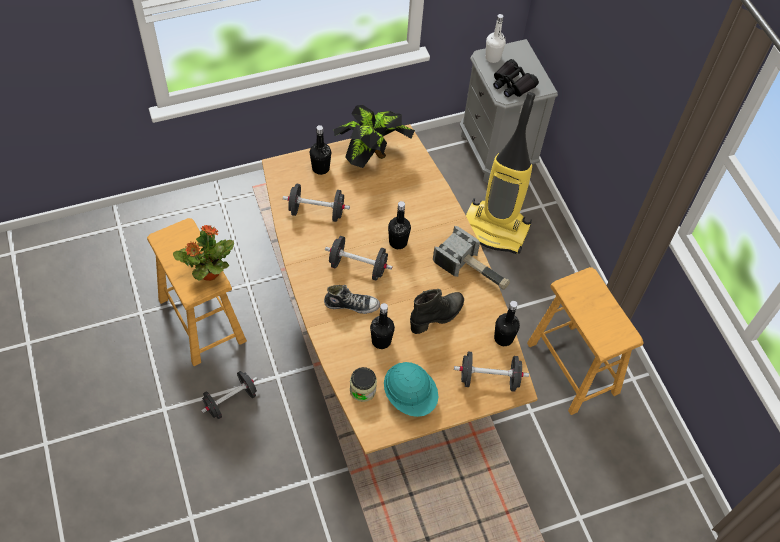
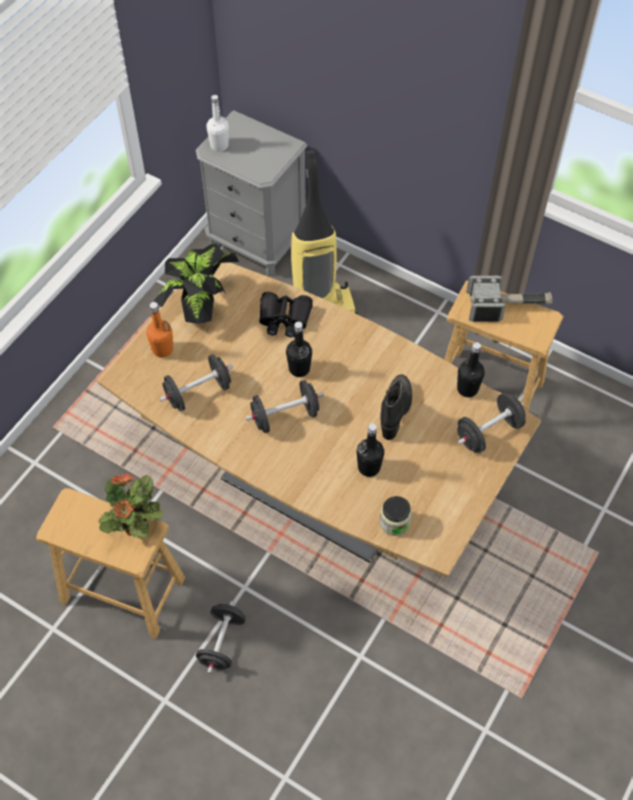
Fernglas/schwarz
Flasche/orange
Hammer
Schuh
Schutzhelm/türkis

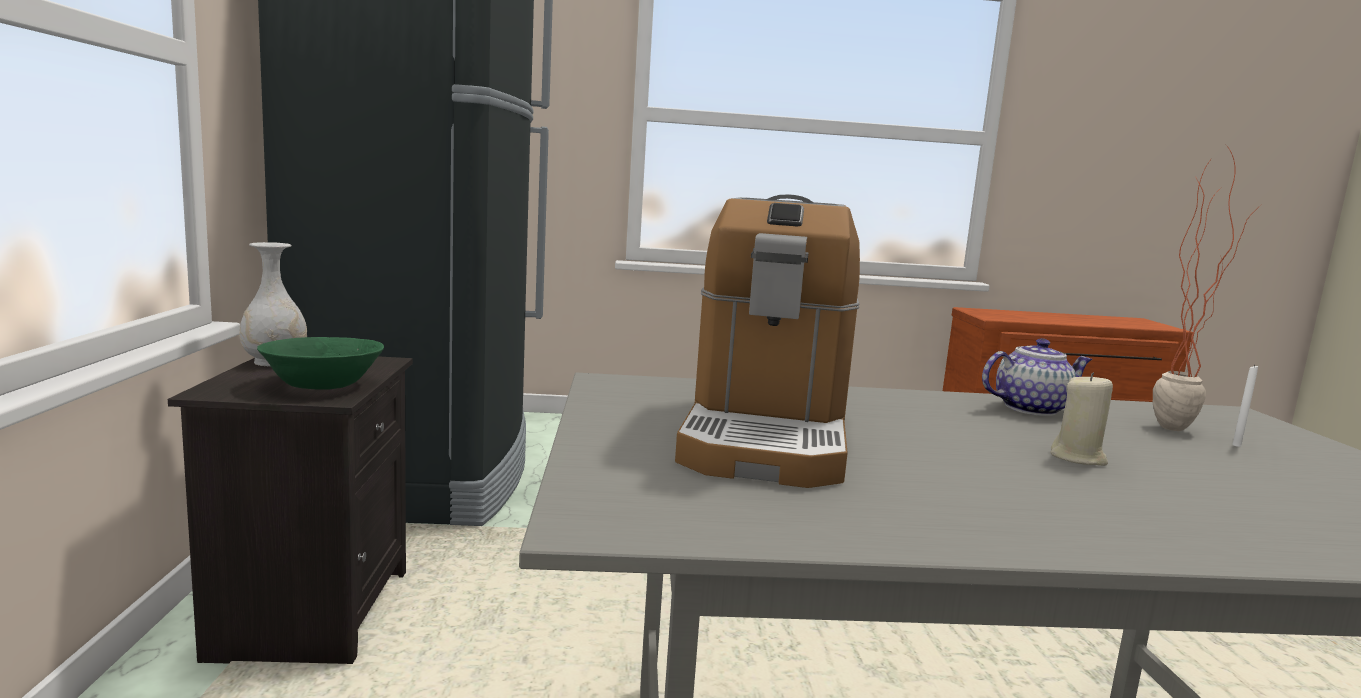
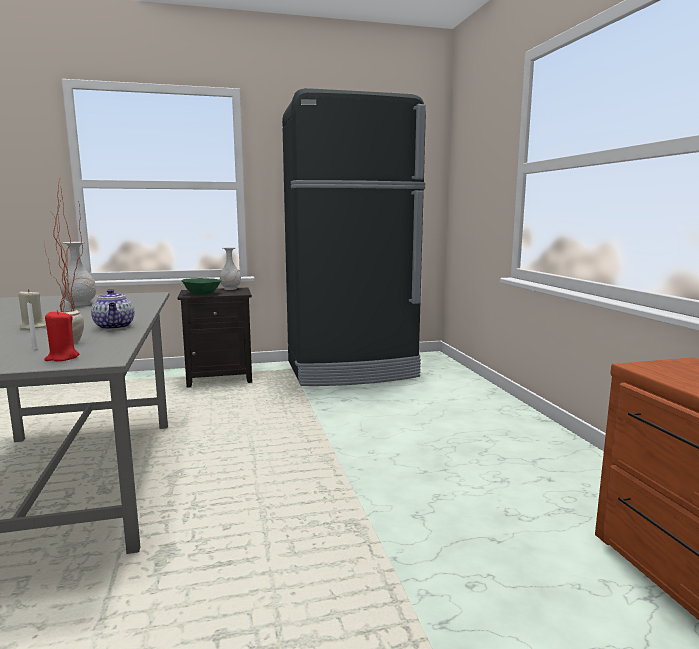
Vase/weiß (no. 1 from left)
Kerze/rot

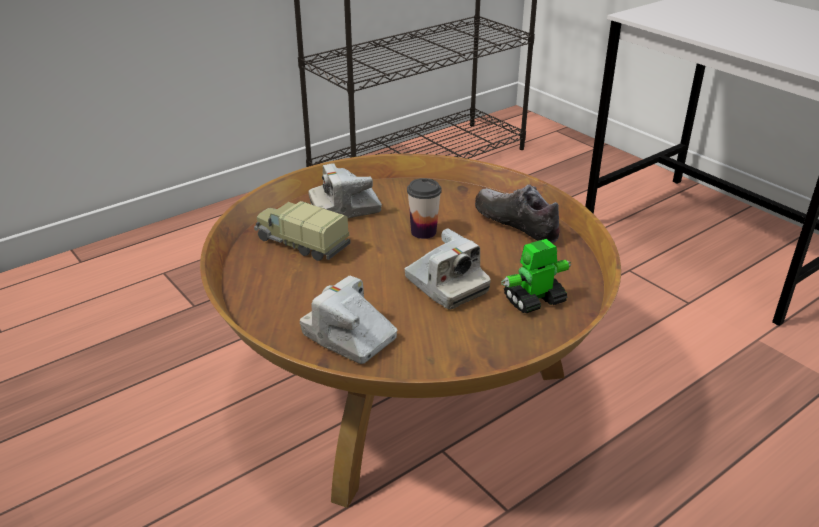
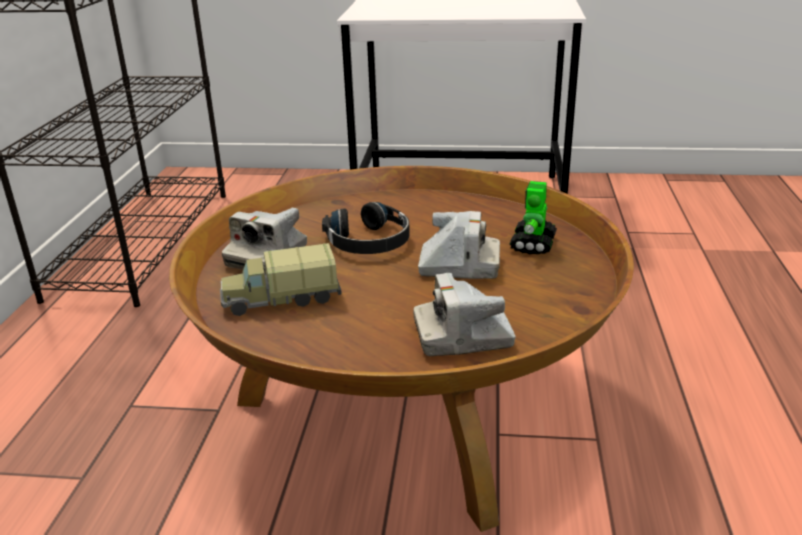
Kopfhörer/schwarz
Schuh

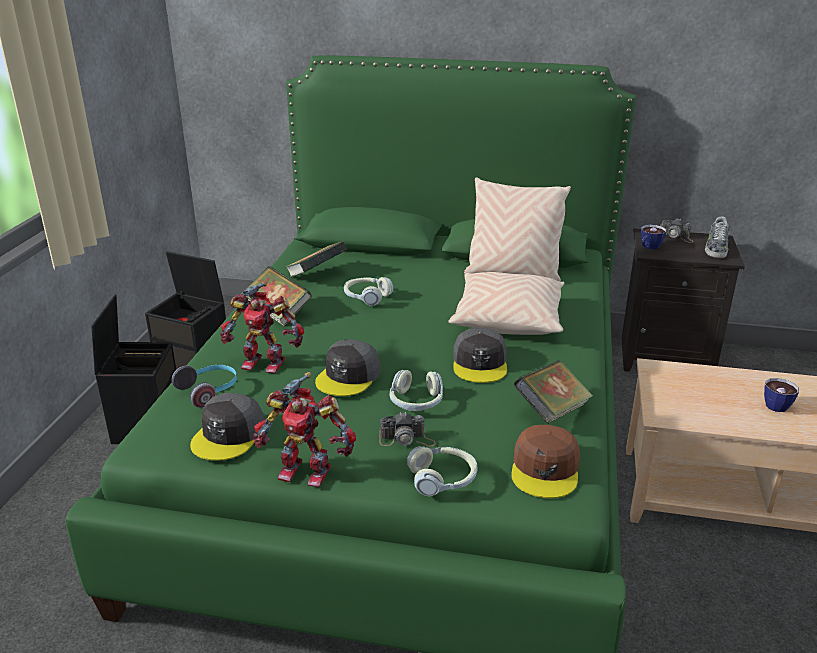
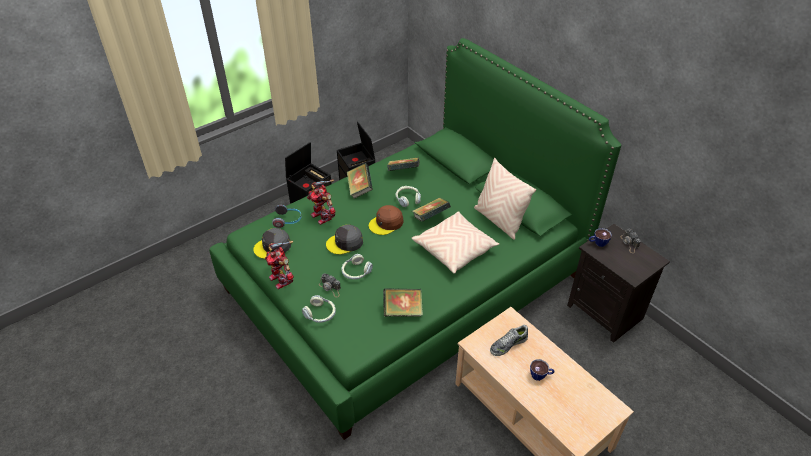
Schuh
Kappe/grau (no. 3 from left in the first image)
Kappe/braun
Buch (no. 4 from left)

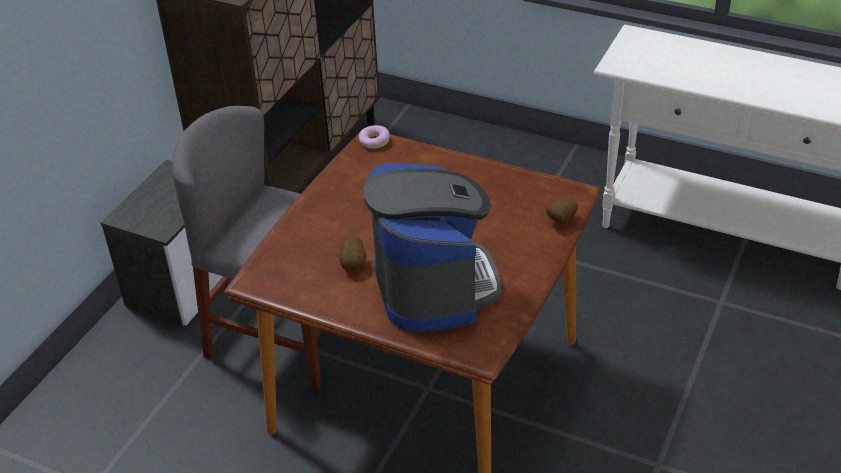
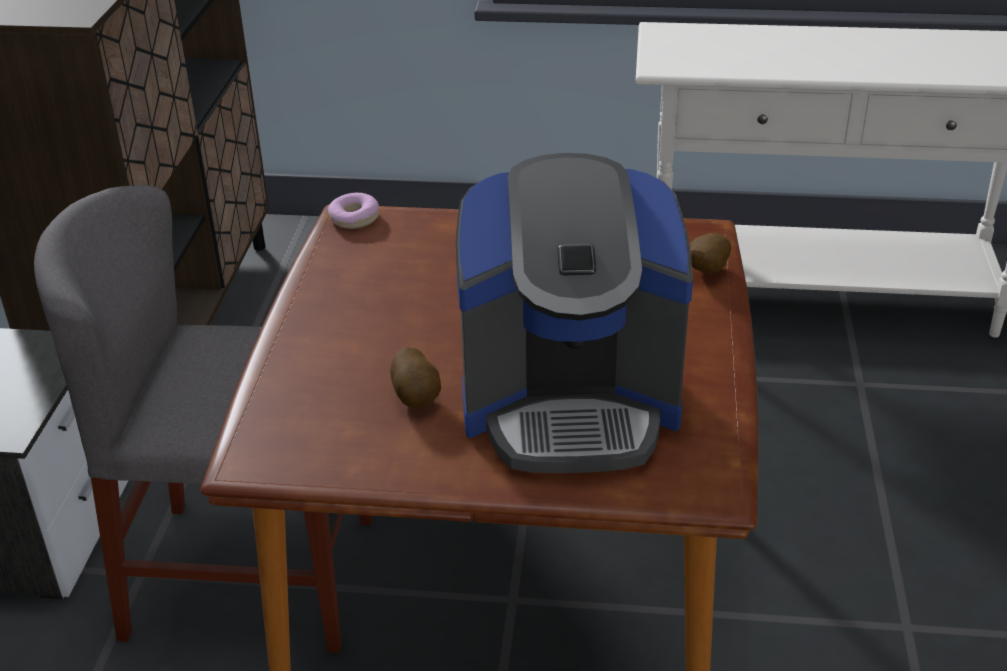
Kaffeemaschine

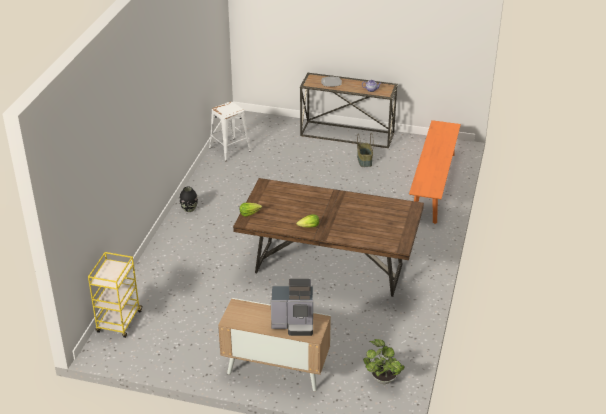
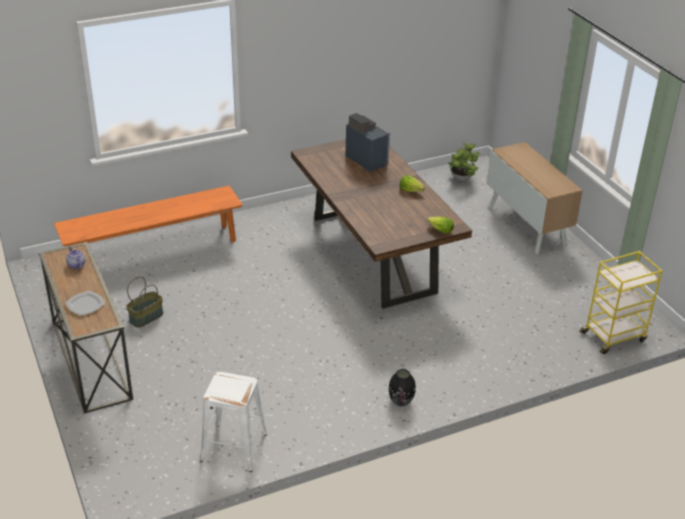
Kaffeemaschine

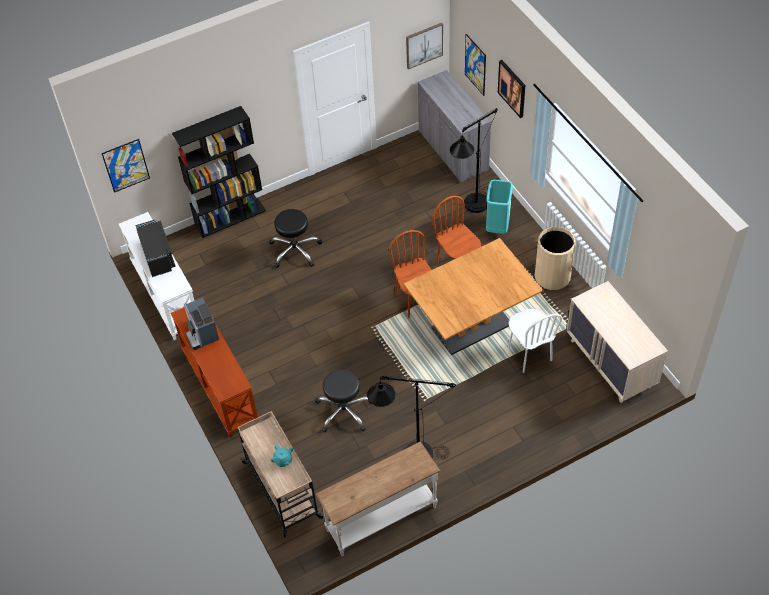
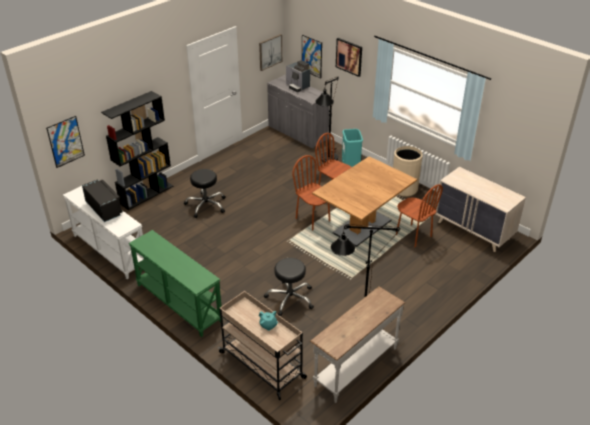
Kaffeemaschine
Konsolentisch/grün
Stuhl/braun (no. 3 from left)

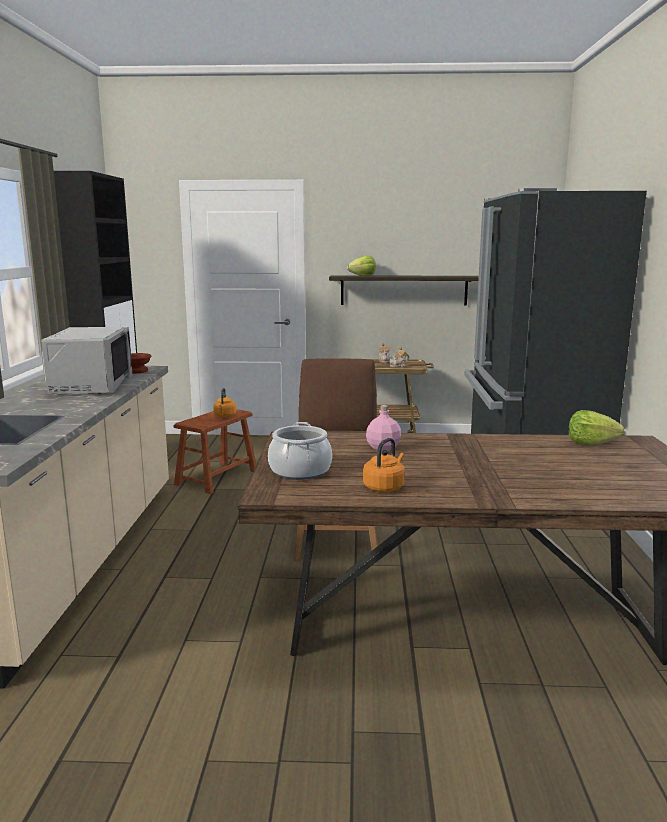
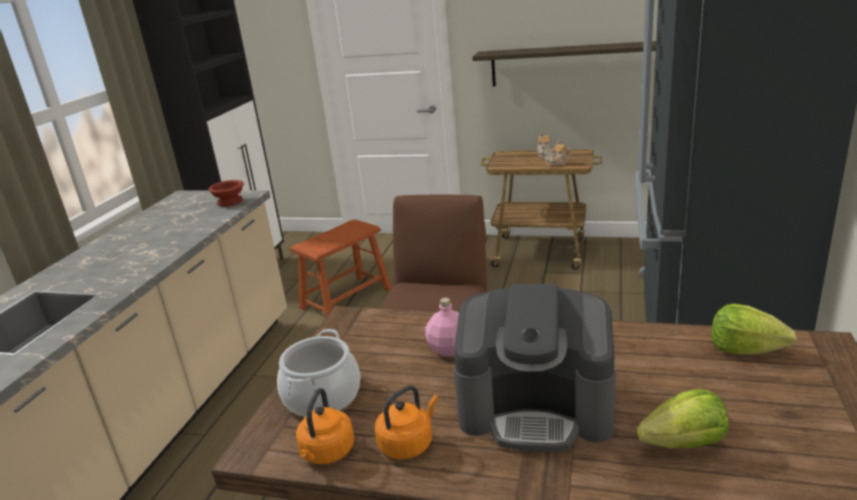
Salatkopf (no. 1 from left)
Mikrowelle/grau
Wasserkessel/orange (no. 1 from left)
Kaffeemaschine

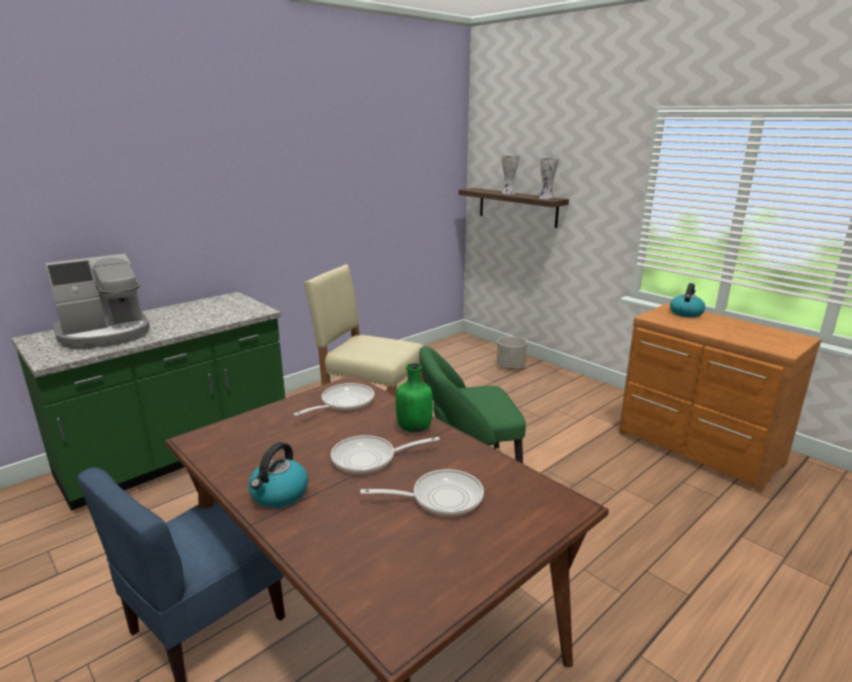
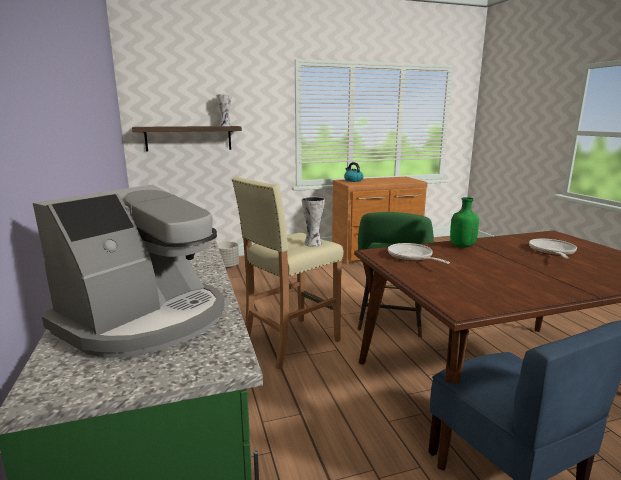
Vase (no. 2 from left)
Kaffeemaschine
Pfanne (no. 2 from left in the first image)
Wasserkessel (no. 1 from left in the first image)

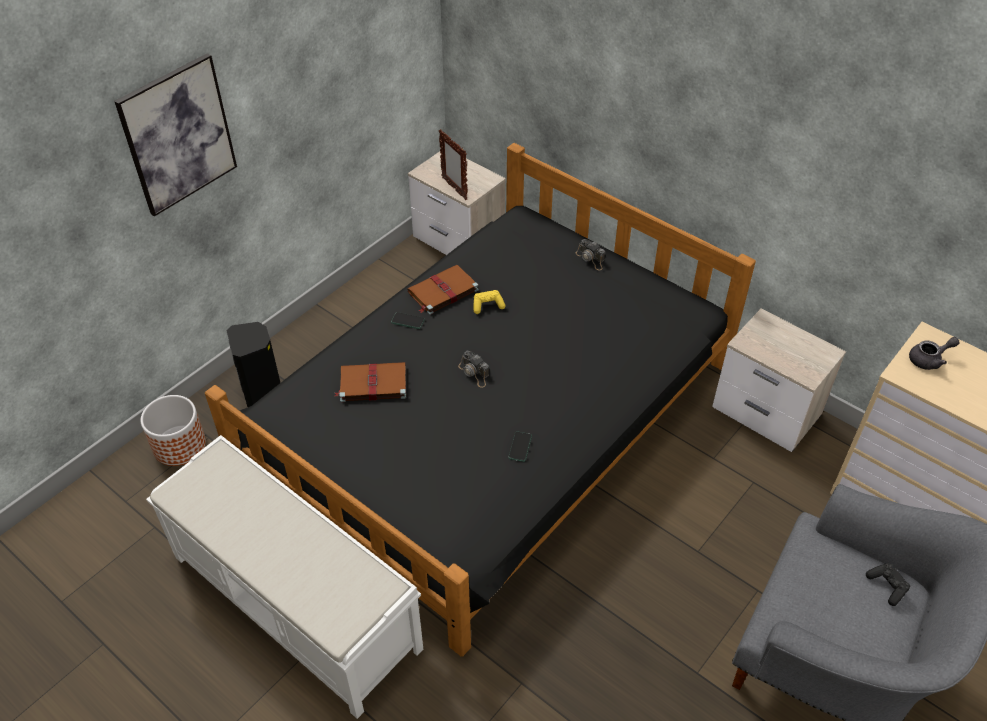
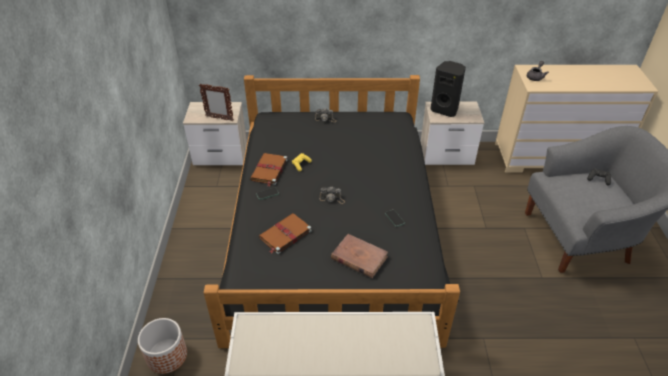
Bild
Lautsprecher/schwarz
Buch/braun (no. 3 from left)

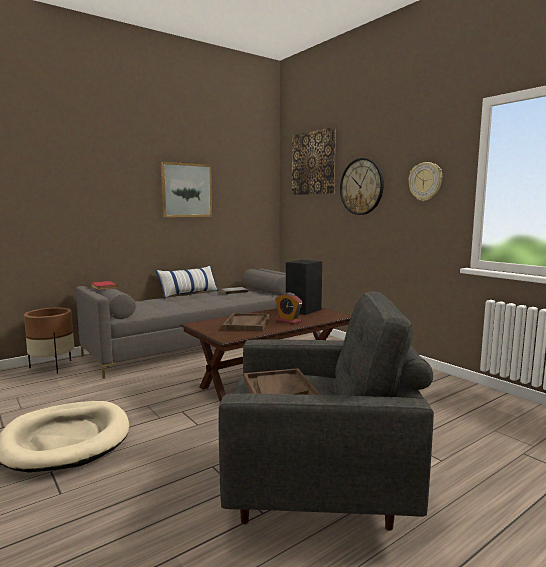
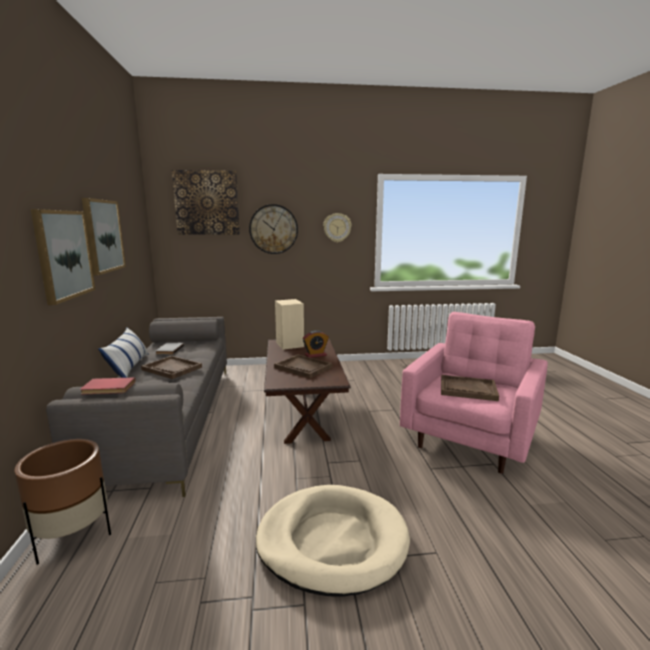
Lautsprecher/beige
Sessel/rosa
Bild (no. 1 from left)
Tablett/braun (no. 1 from left)

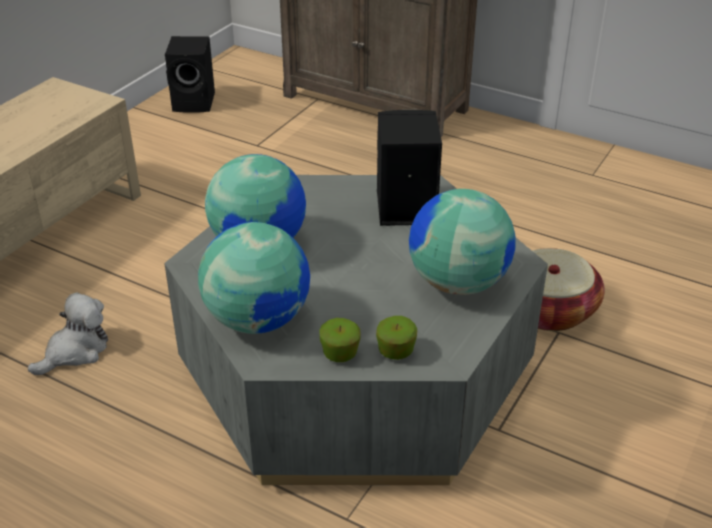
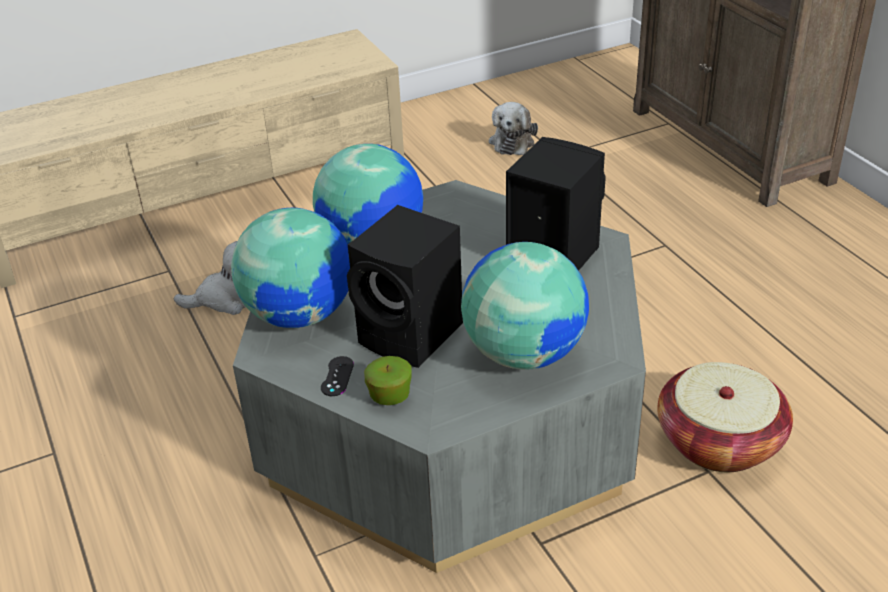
Lautsprecher/schwarz (no. 1 from left)
Gamepad/schwarz
Plüschtier (no. 2 from left)

